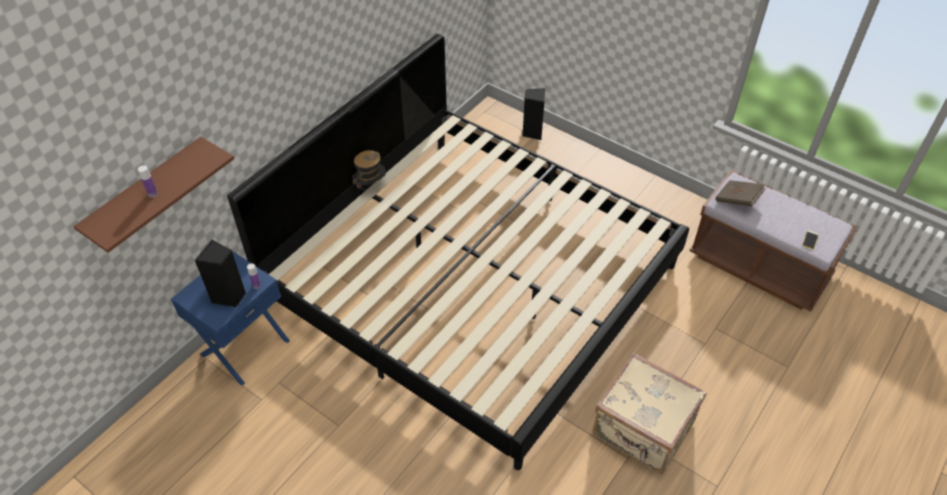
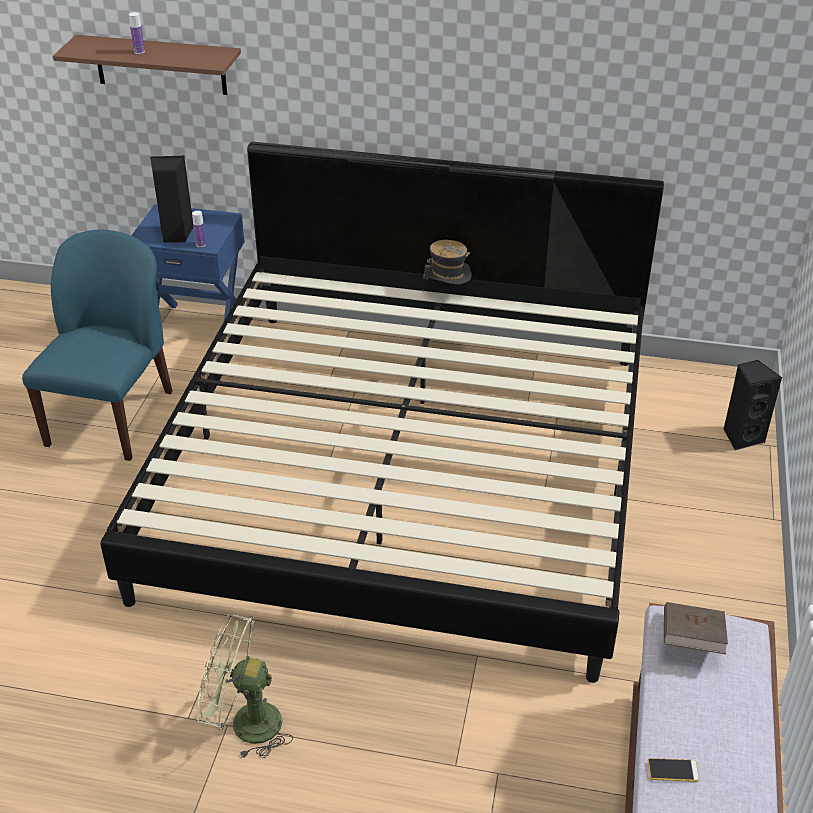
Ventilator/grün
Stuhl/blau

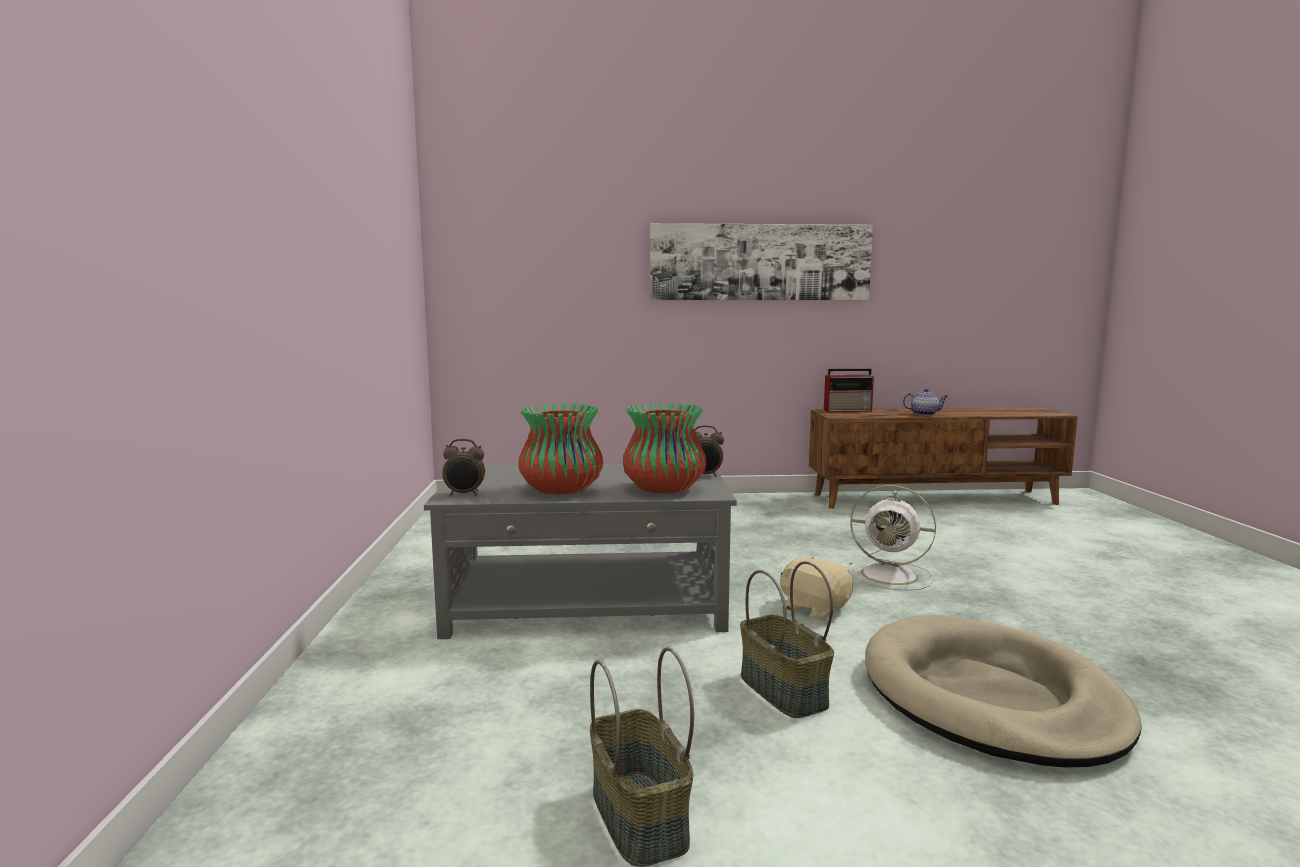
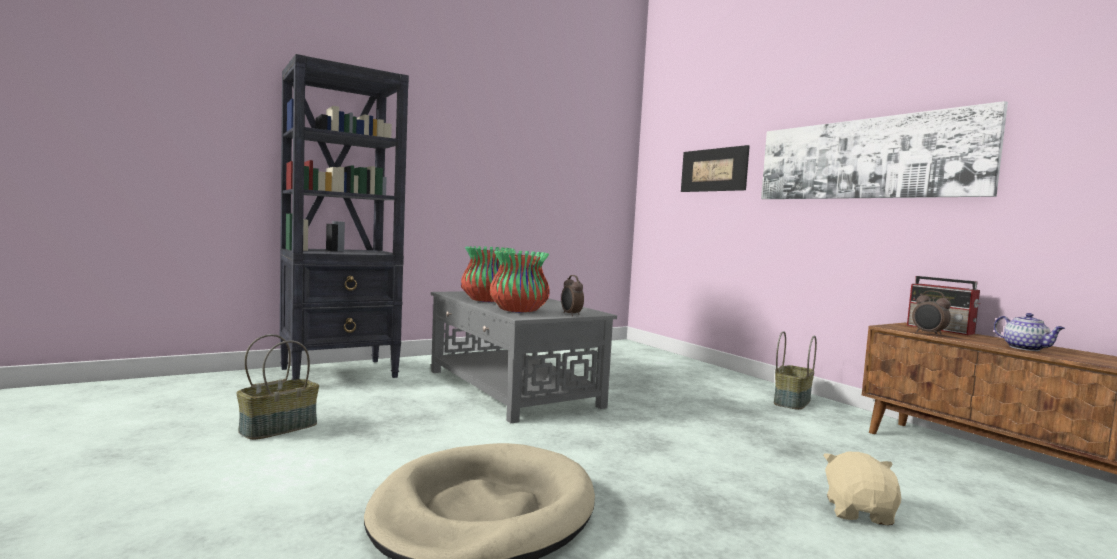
Wecker (no. 2 from left)
Ventilator/weiß
Plüschtier/beige
Korb (no. 2 from left)
Bücherregal/schwarz
Bild (no. 1 from left)

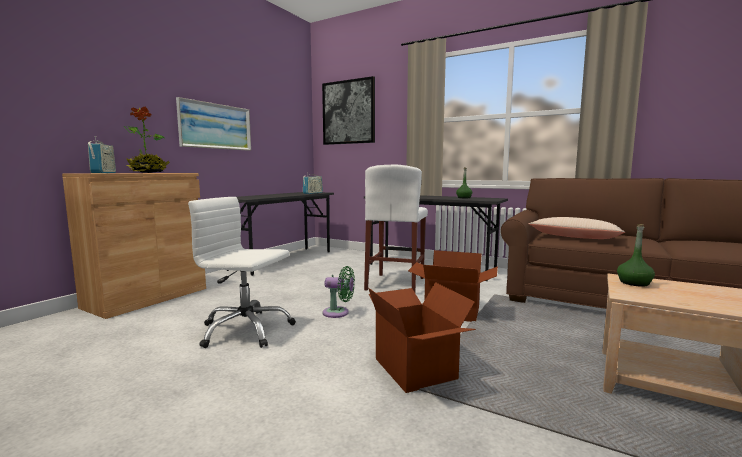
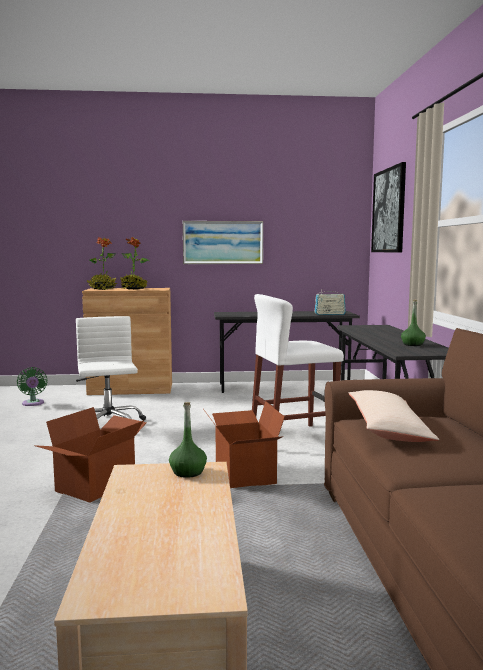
Topfpflanze (no. 1 from left)
Ventilator/grün

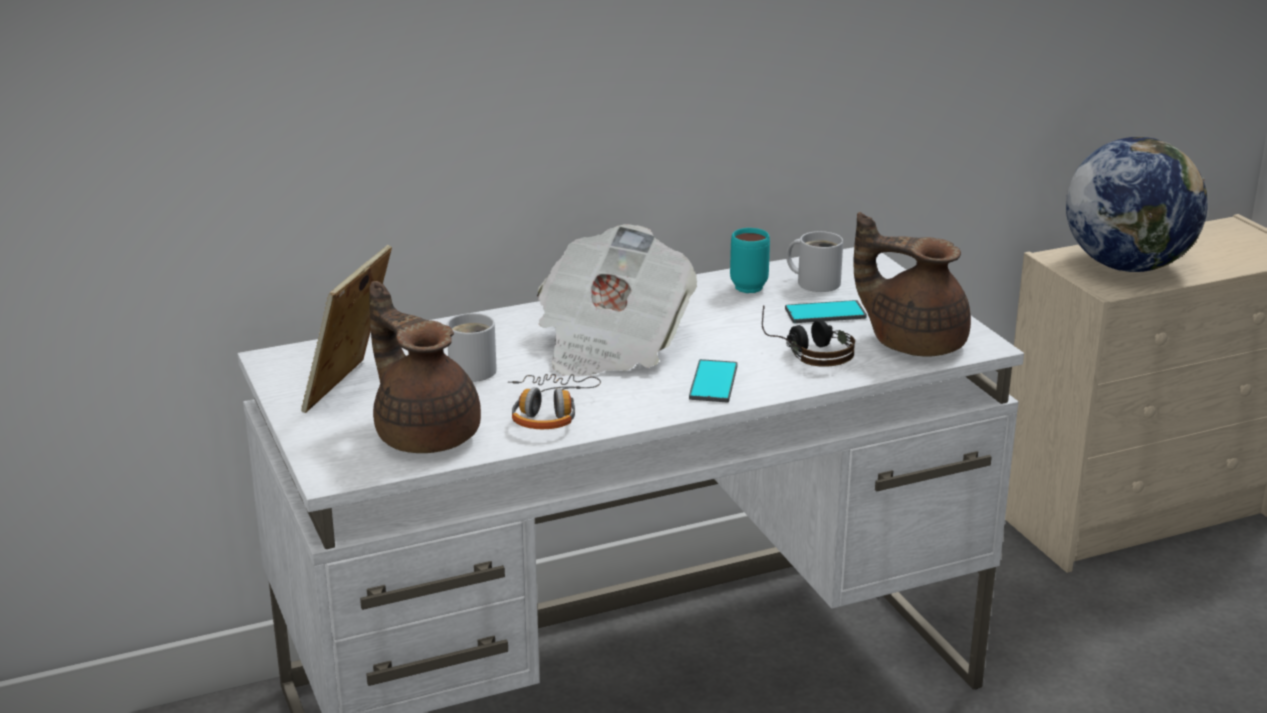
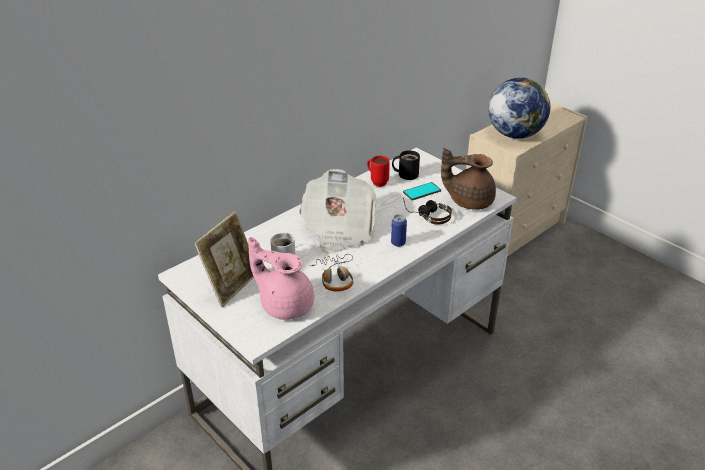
Henkelbecher/rot
Henkelbecher/schwarz
Bilderrahmen
Teekanne/rosa
Dose

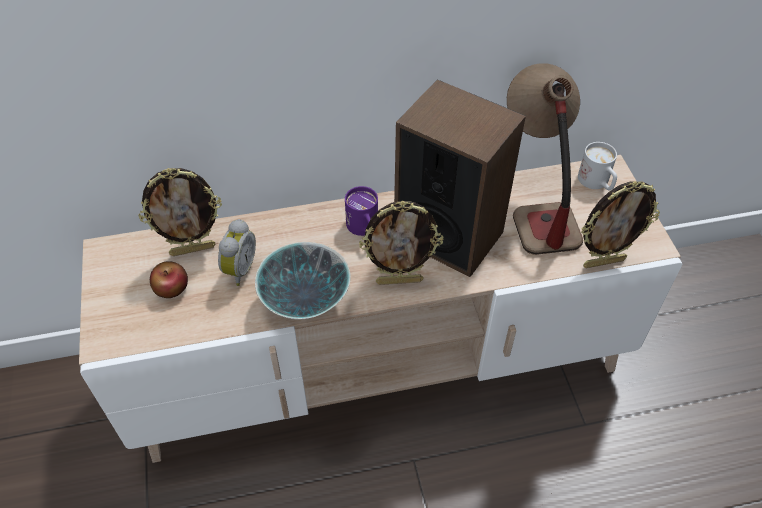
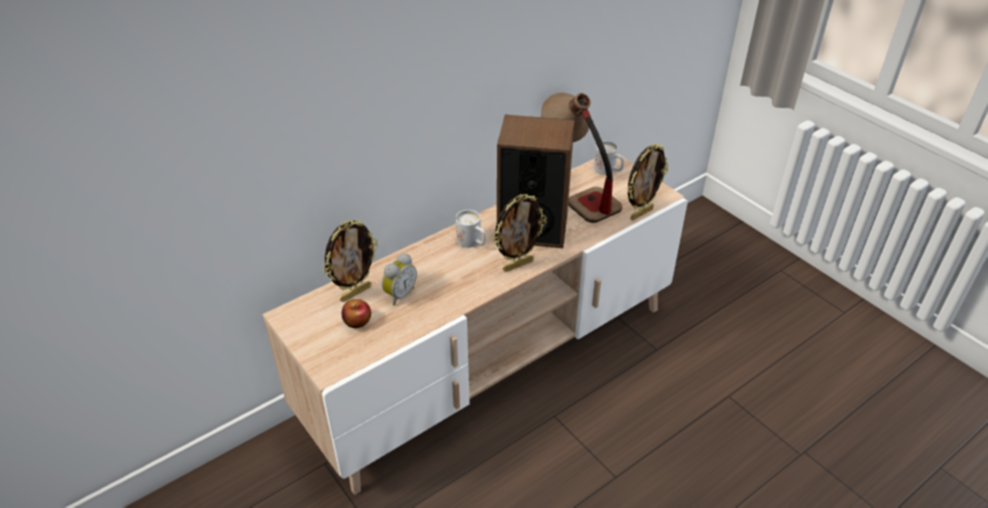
Henkelbecher/weiß (no. 1 from left)
Wecker
Schüssel

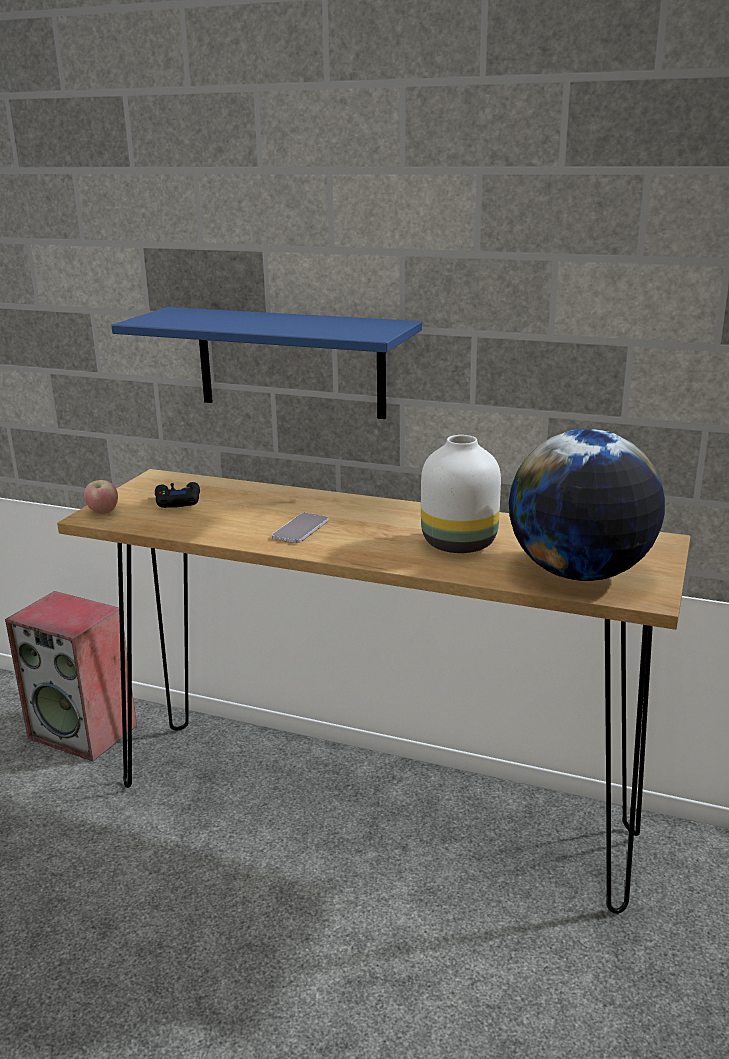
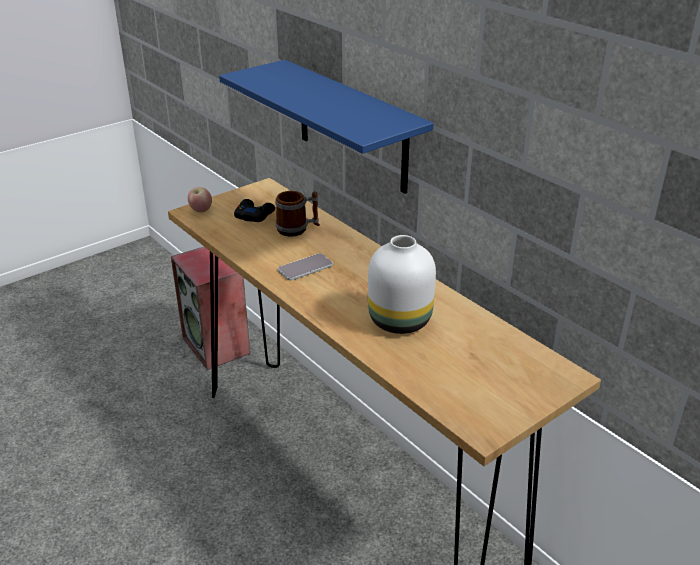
Globus
Henkelbecher

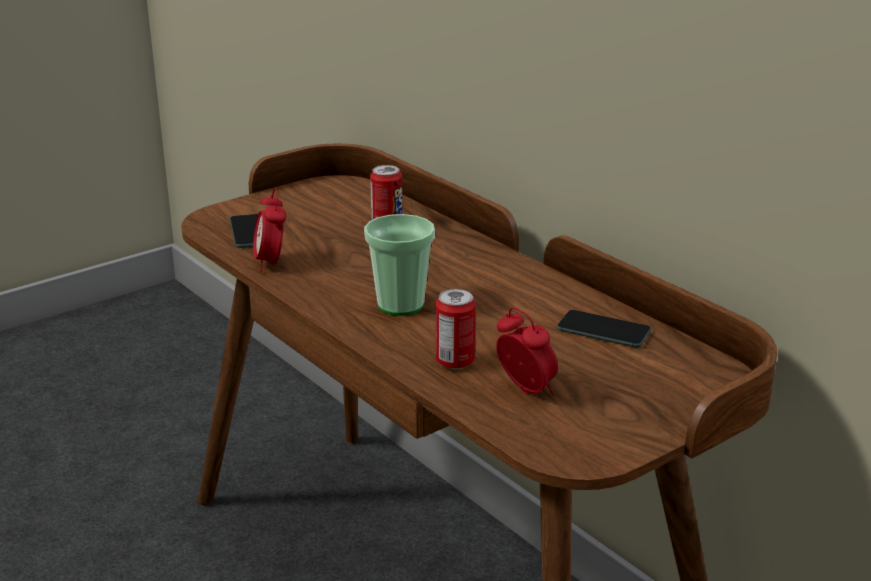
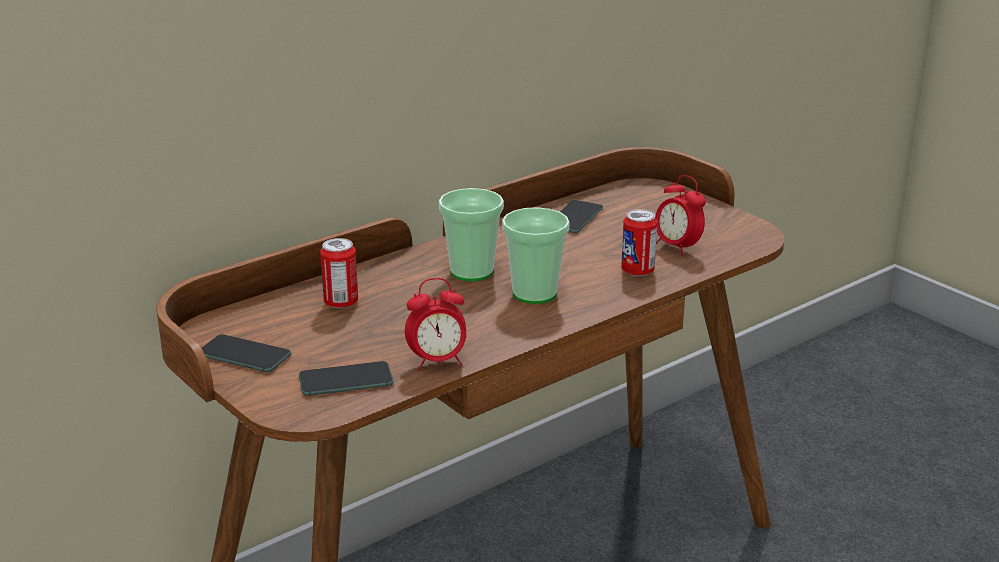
Wecker (no. 2 from left)
Tasse (no. 1 from left)
Handy (no. 1 from left)

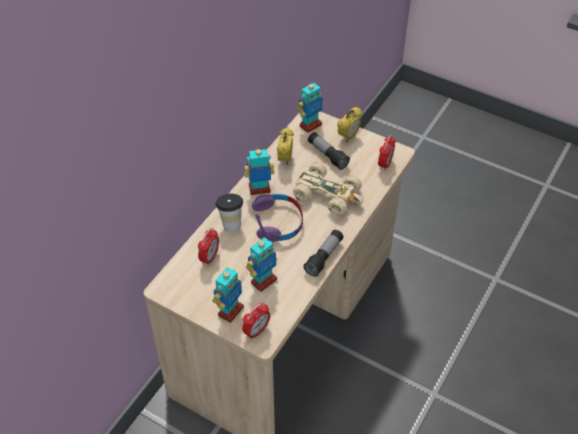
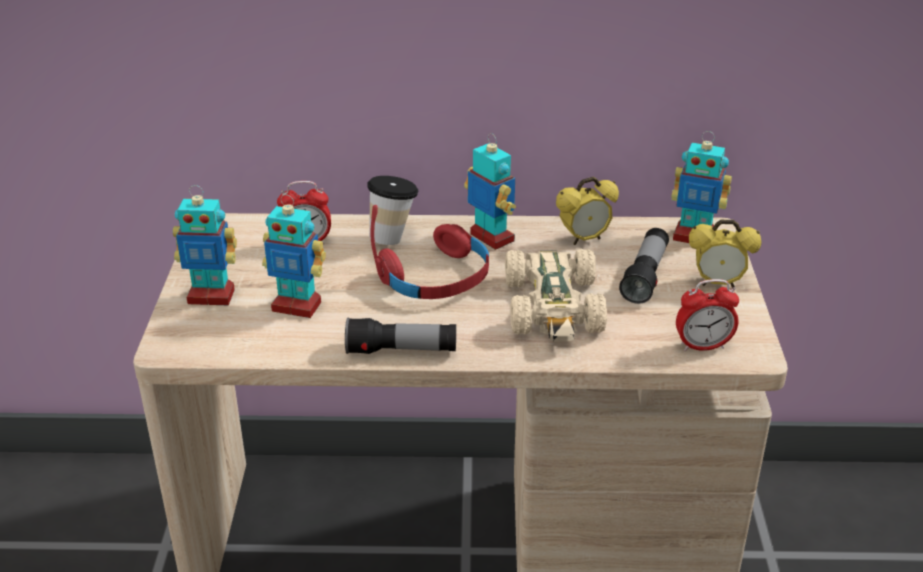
Kopfhörer/rot
Wecker (no. 2 from left in the first image)

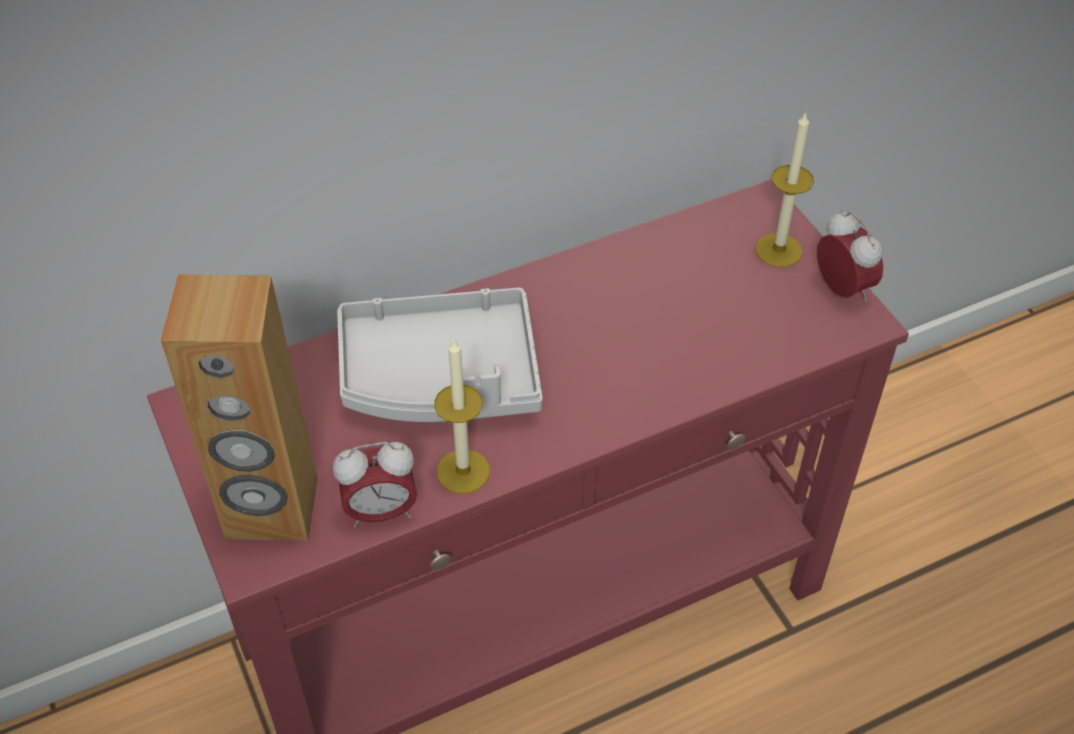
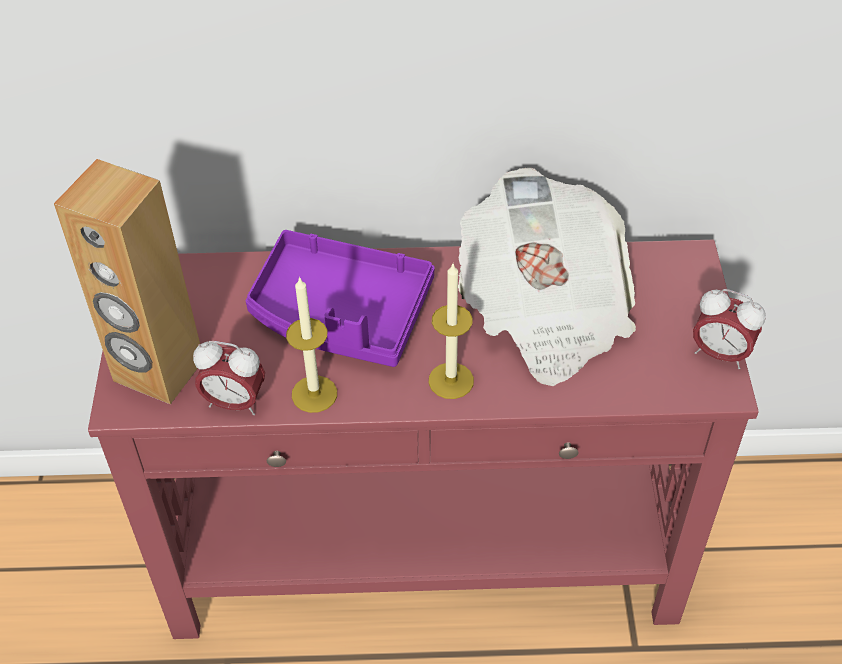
Kerze (no. 2 from left)
Wecker (no. 2 from left)
Tablett/lila
Zeitung

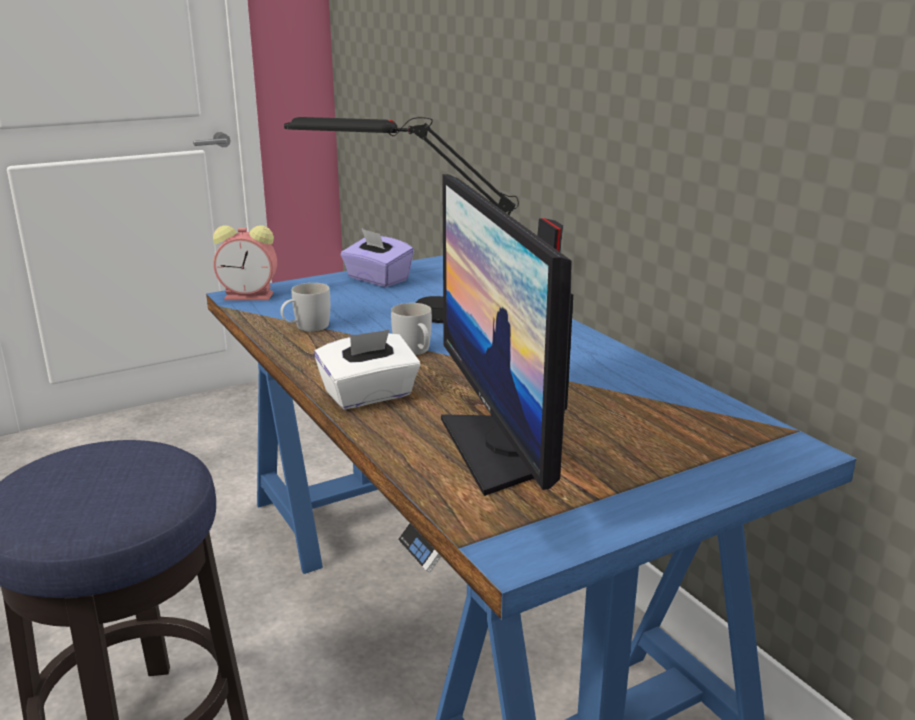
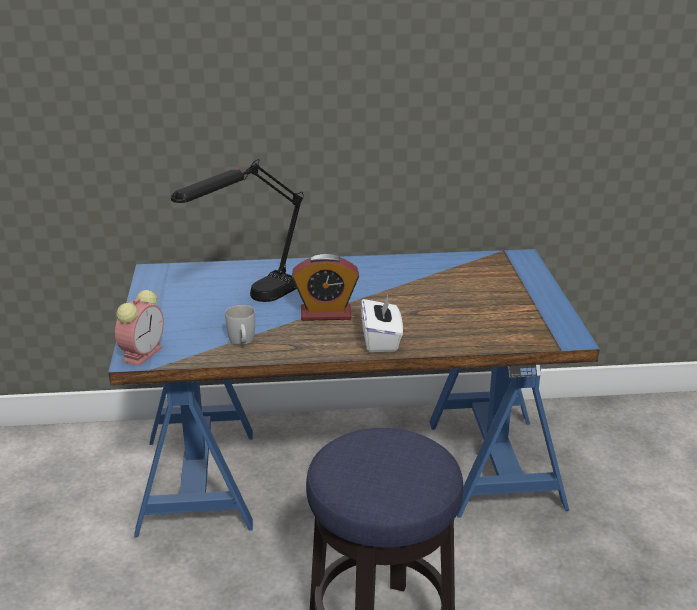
Monitor
Taschentuchbox/lila
Wecker (no. 2 from left)

